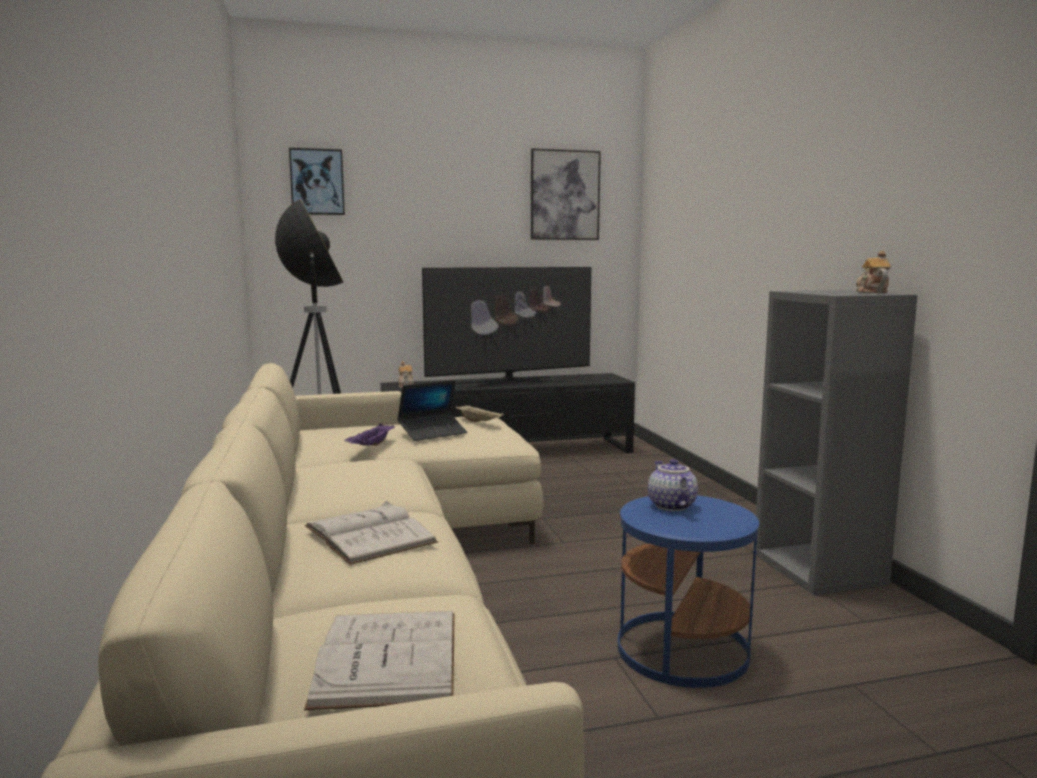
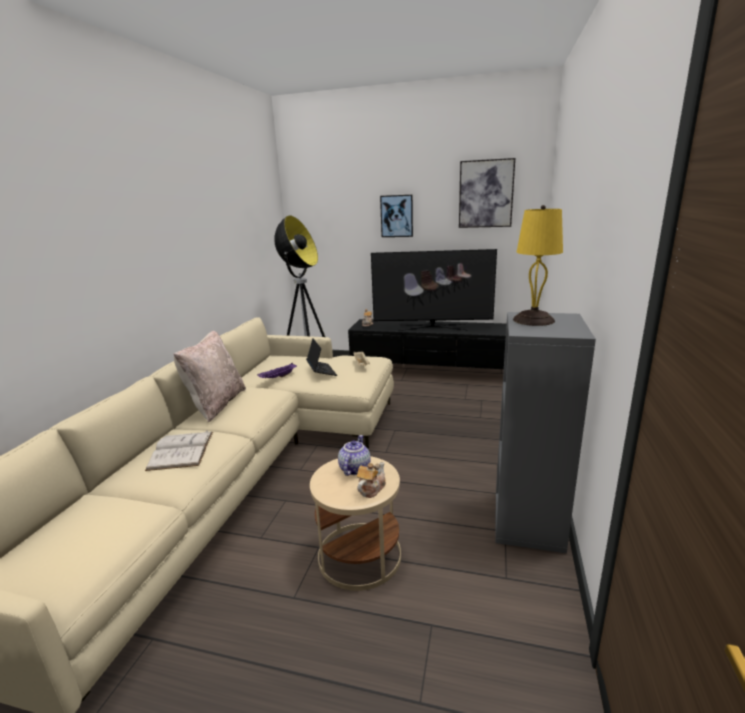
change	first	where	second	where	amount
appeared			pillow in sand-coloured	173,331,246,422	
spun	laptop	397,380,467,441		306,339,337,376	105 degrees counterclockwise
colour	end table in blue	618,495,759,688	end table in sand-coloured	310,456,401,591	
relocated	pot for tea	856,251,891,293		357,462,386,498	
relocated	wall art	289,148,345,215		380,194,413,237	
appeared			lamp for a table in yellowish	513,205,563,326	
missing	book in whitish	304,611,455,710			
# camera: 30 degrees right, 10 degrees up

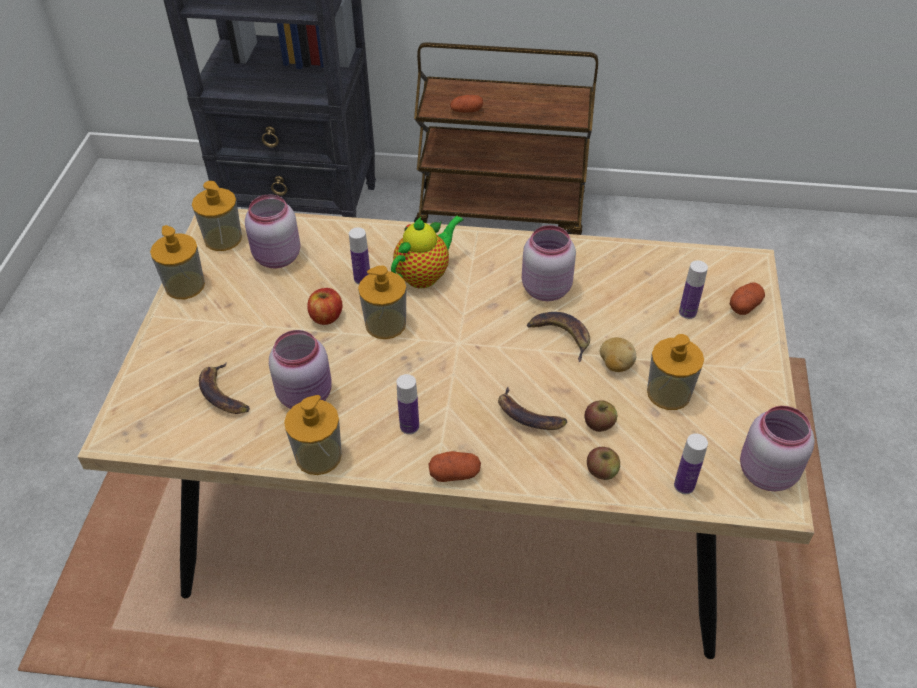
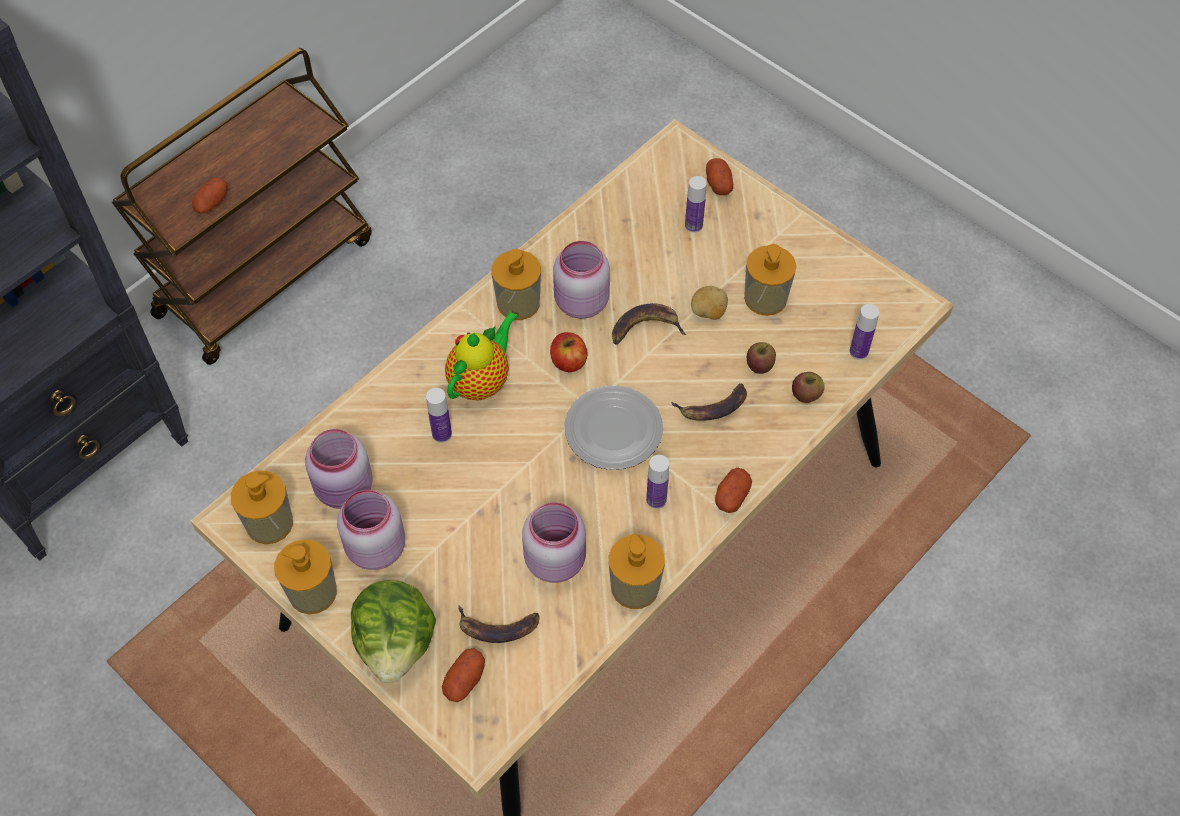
change	first	where	second	where	amount
relocated	jar in pinkish	740,406,815,491		337,490,405,570	
appeared			head of lettuce	351,580,436,683	
appeared			spud	442,648,485,702	
spun	pot for tea	391,215,464,288		445,311,518,400	45 degrees clockwise
relocated	soap dispenser	358,265,406,339		492,249,541,320	
relocated	apple	307,288,343,325		550,332,587,372	
appeared			dinner plate	564,386,663,470	
# camera: 55 degrees left, 10 degrees up

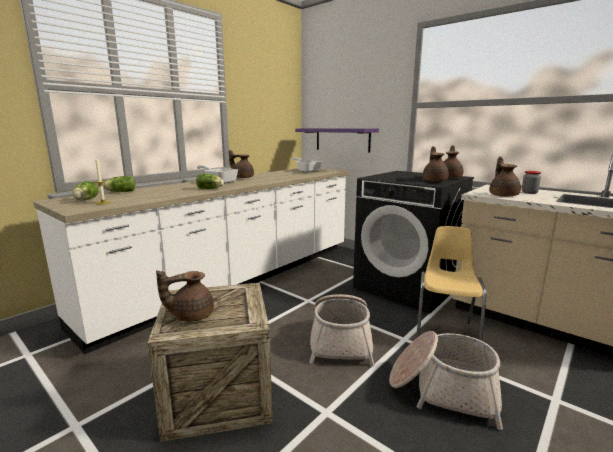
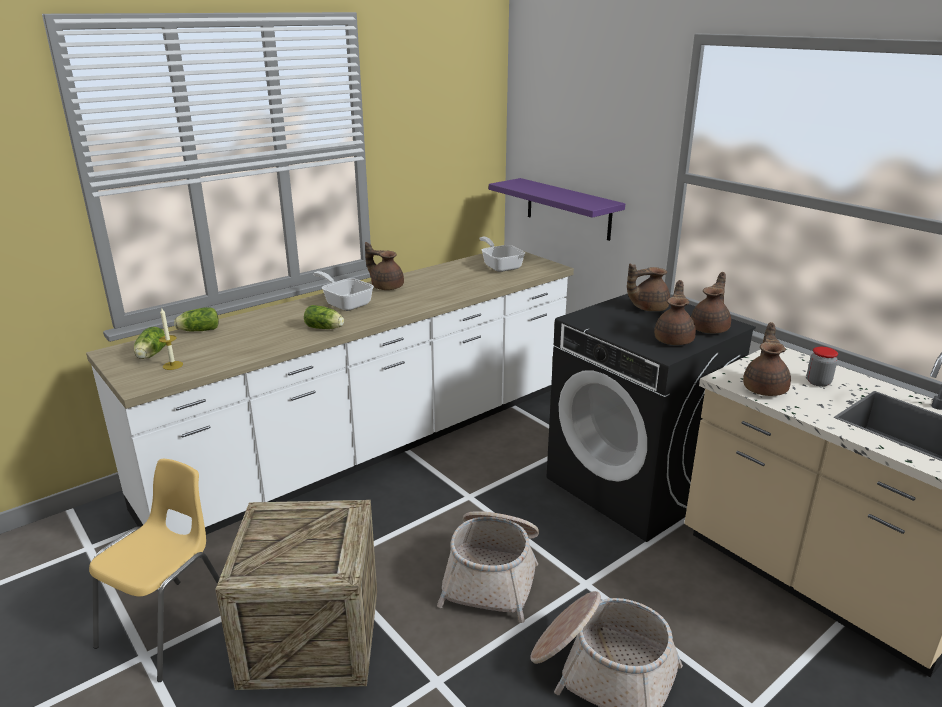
change	first	where	second	where	amount
relocated	upright chair in yellowish	416,226,487,341		89,459,220,682	
relocated	pot for tea in brown	156,270,214,322		627,263,670,311	
# camera: 10 degrees right, 10 degrees up

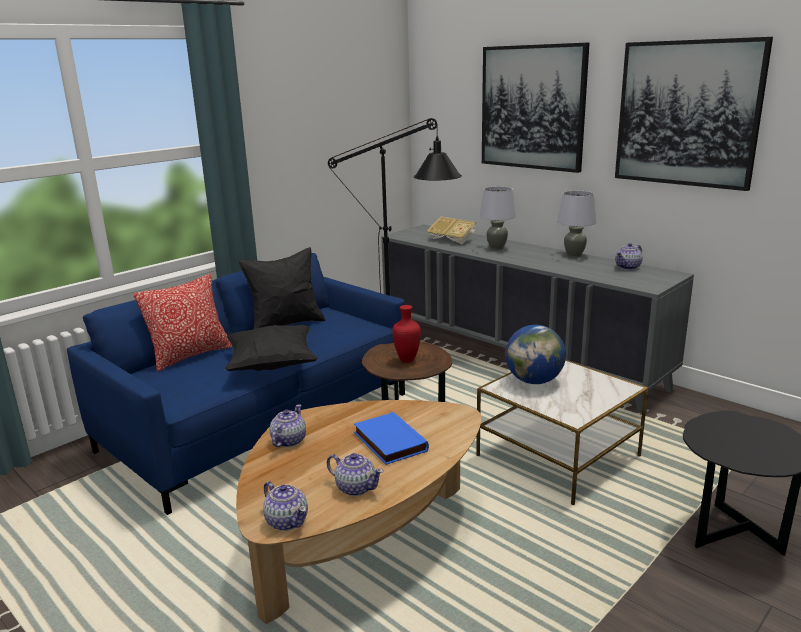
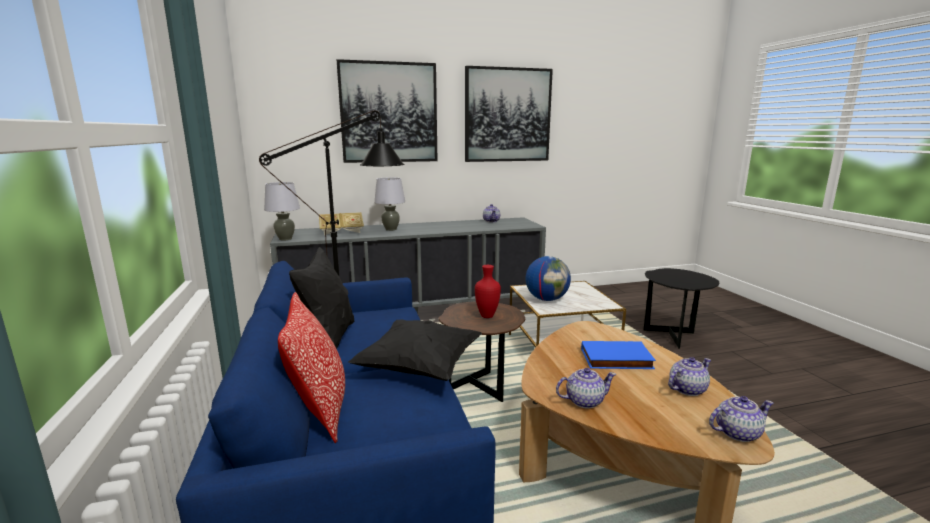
change	first	where	second	where	amount
relocated	lamp for a table in grey	557,191,596,257		264,182,300,240	
spun	pot for tea	270,404,306,447		556,368,616,408	120 degrees clockwise
# camera: 60 degrees left, 5 degrees down

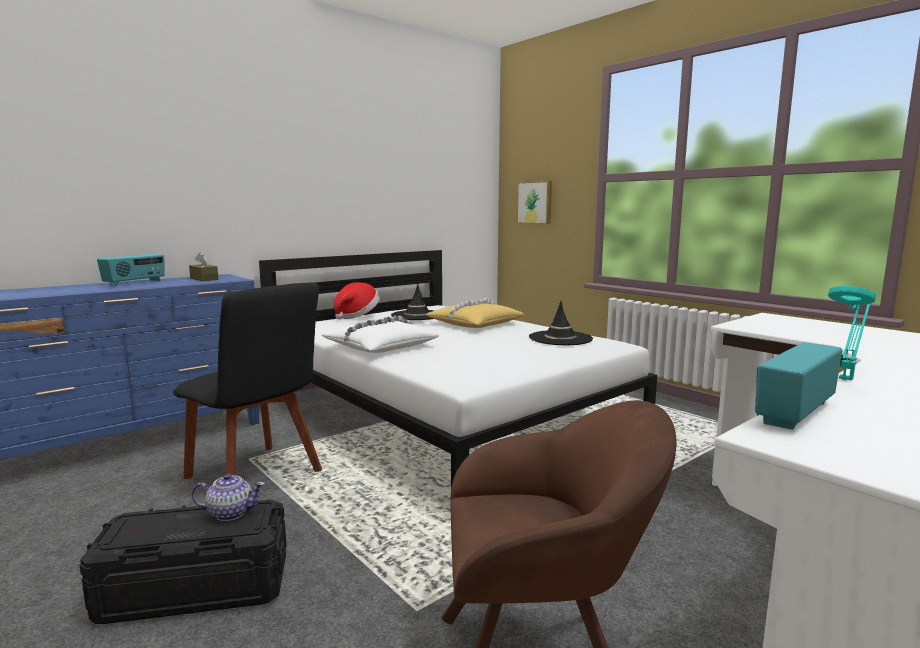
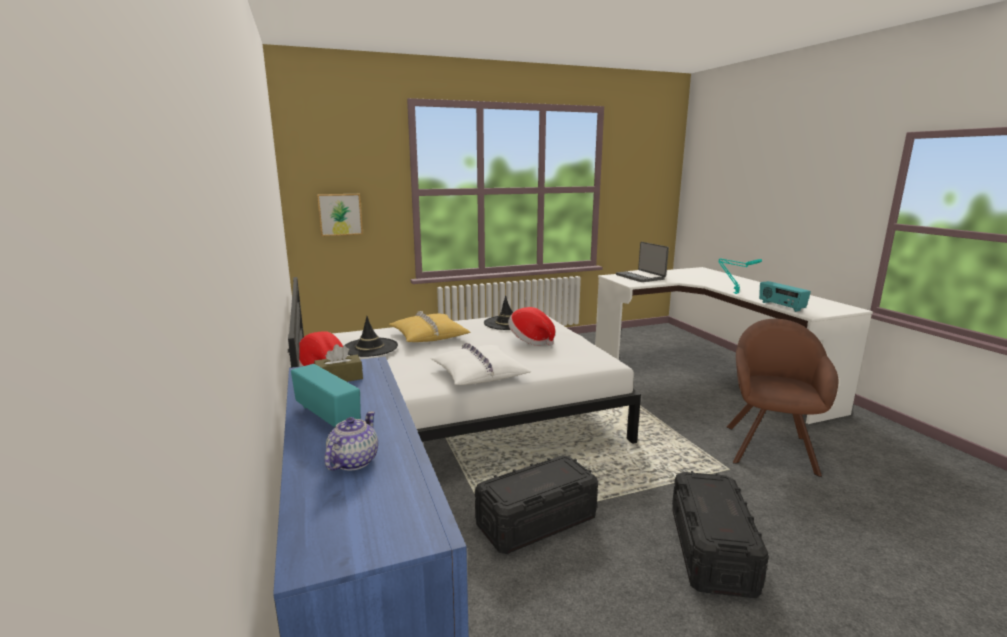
change	first	where	second	where	amount
relocated	pot for tea	192,474,265,521		325,411,378,471	
exchanged	upright chair in blackish	173,282,322,479	storage box in blackish	475,455,598,554	
appeared			wearable hat	508,307,555,346	
appeared			laptop	616,242,669,282	
# camera: 70 degrees left, 5 degrees up

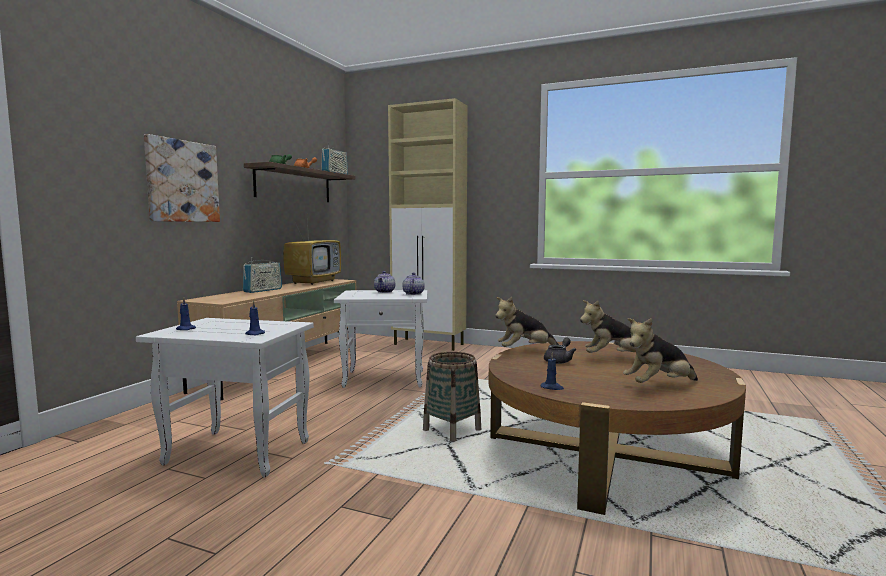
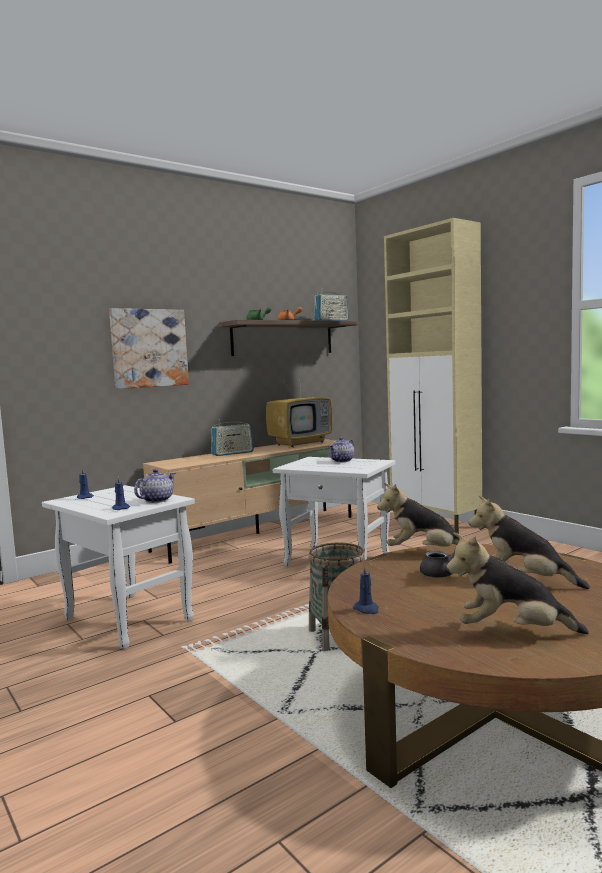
change	first	where	second	where	amount
relocated	pot for tea	402,272,425,295		134,469,176,503	
# camera: 30 degrees right, 0 degrees up

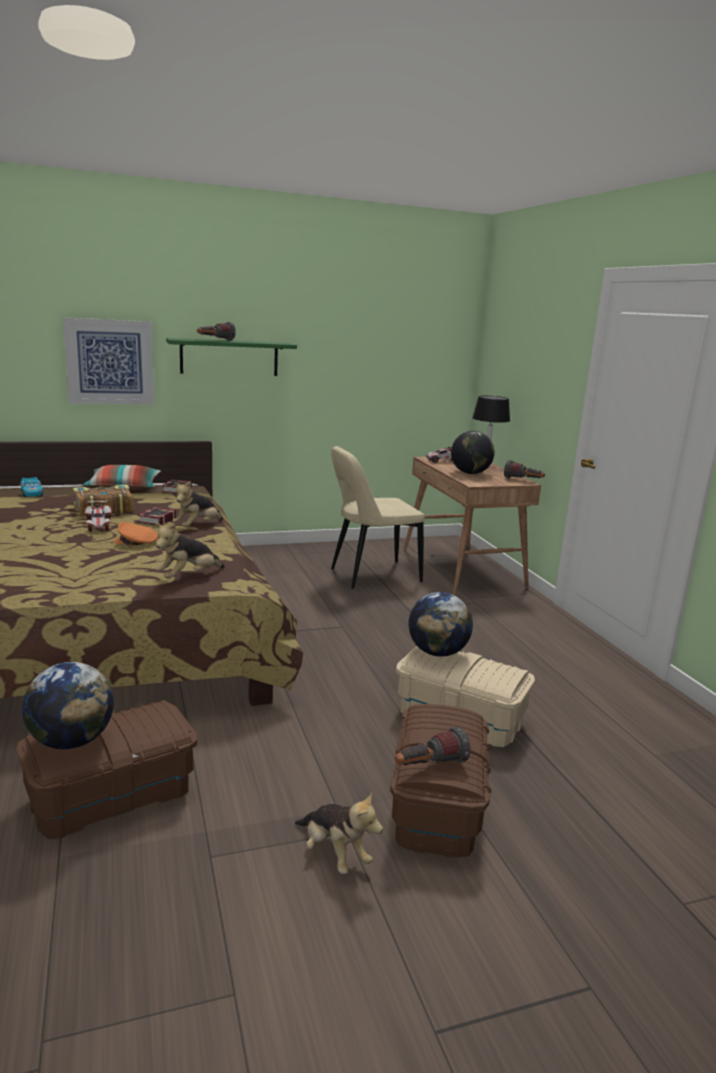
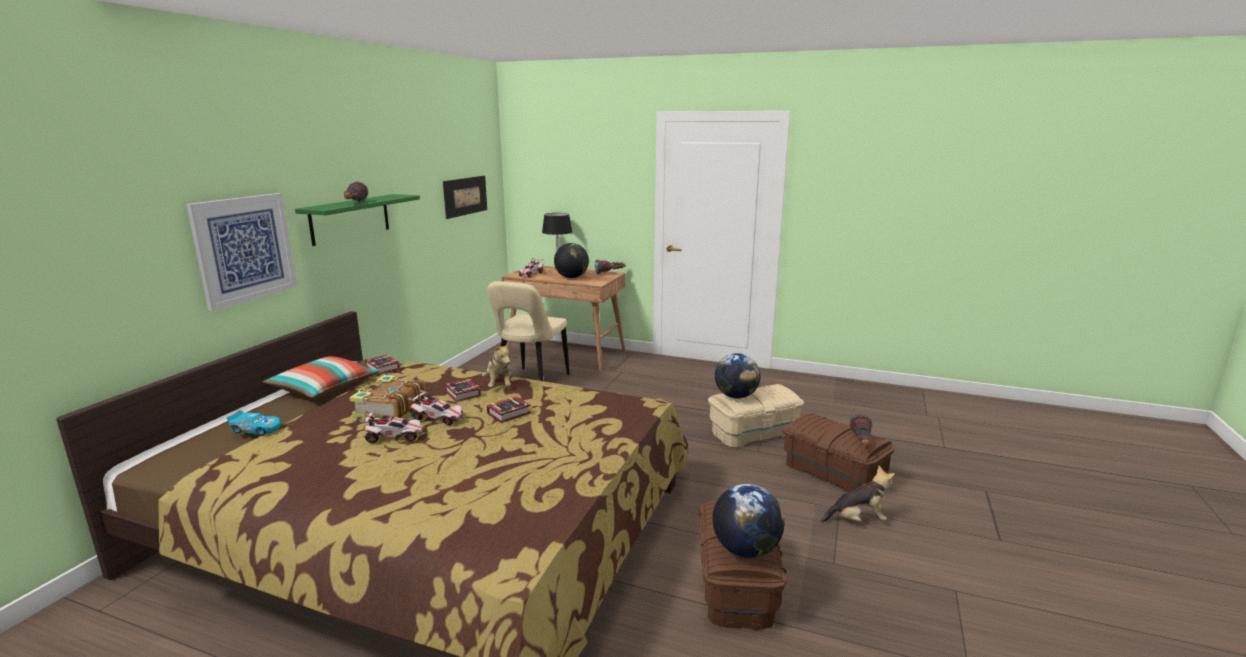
change	first	where	second	where	amount
appeared			model car	359,410,425,443	
appeared			wall art	443,176,487,219	
exchanged	cap in orange-coloured	114,522,158,546	book	487,397,531,423	
missing	plush toy	155,523,225,578			
# camera: 50 degrees left, 0 degrees up

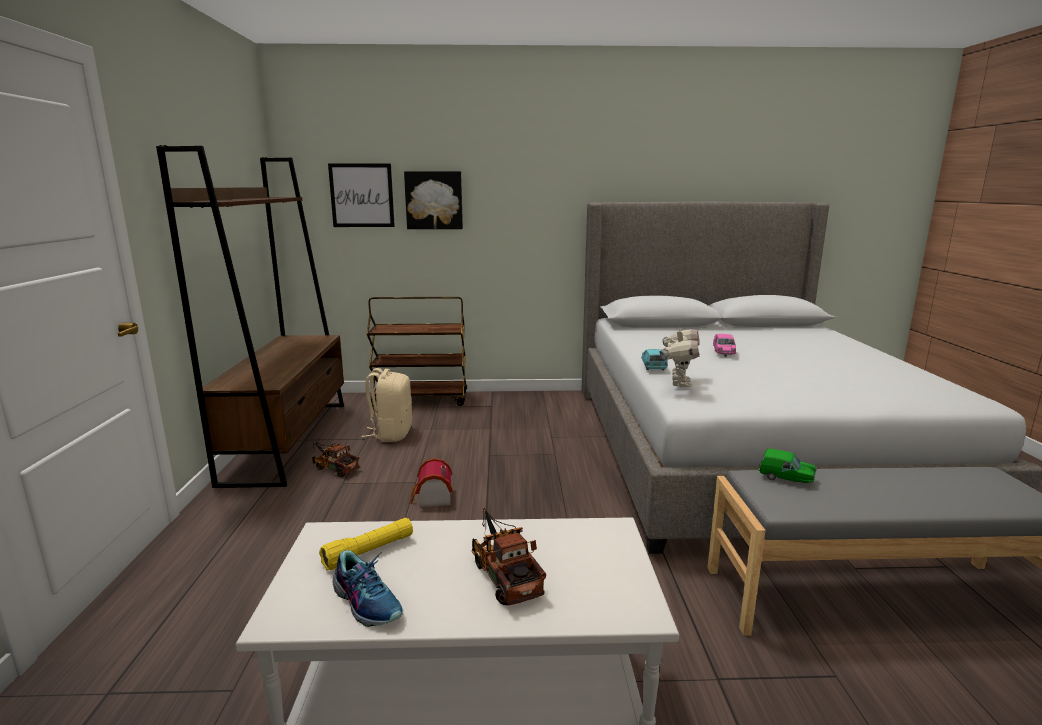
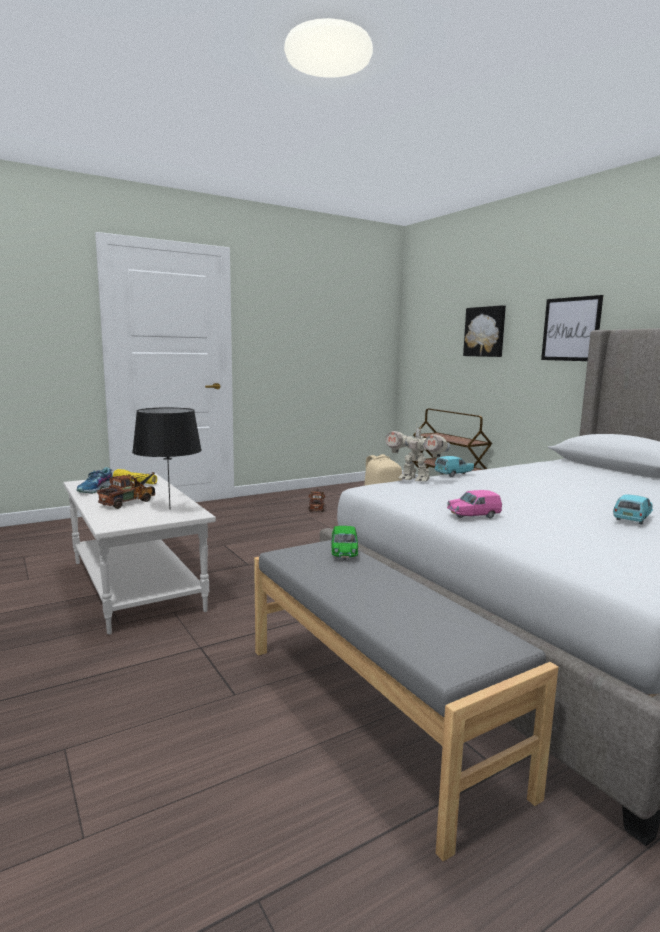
change	first	where	second	where	amount
appeared			lamp for a table in blackish	132,407,202,508	
spun	model robot	660,325,700,387		385,423,450,481	45 degrees clockwise
relocated	model car in pinkish	713,334,736,357		447,490,502,519	
relocated	wall art	328,163,395,227		541,295,603,361	
appeared			model car in turquoise-coloured	613,494,653,524	
missing	bookshelf in brown	156,145,344,488			
missing	toy house	410,458,452,507			
# camera: 60 degrees right, 5 degrees down

